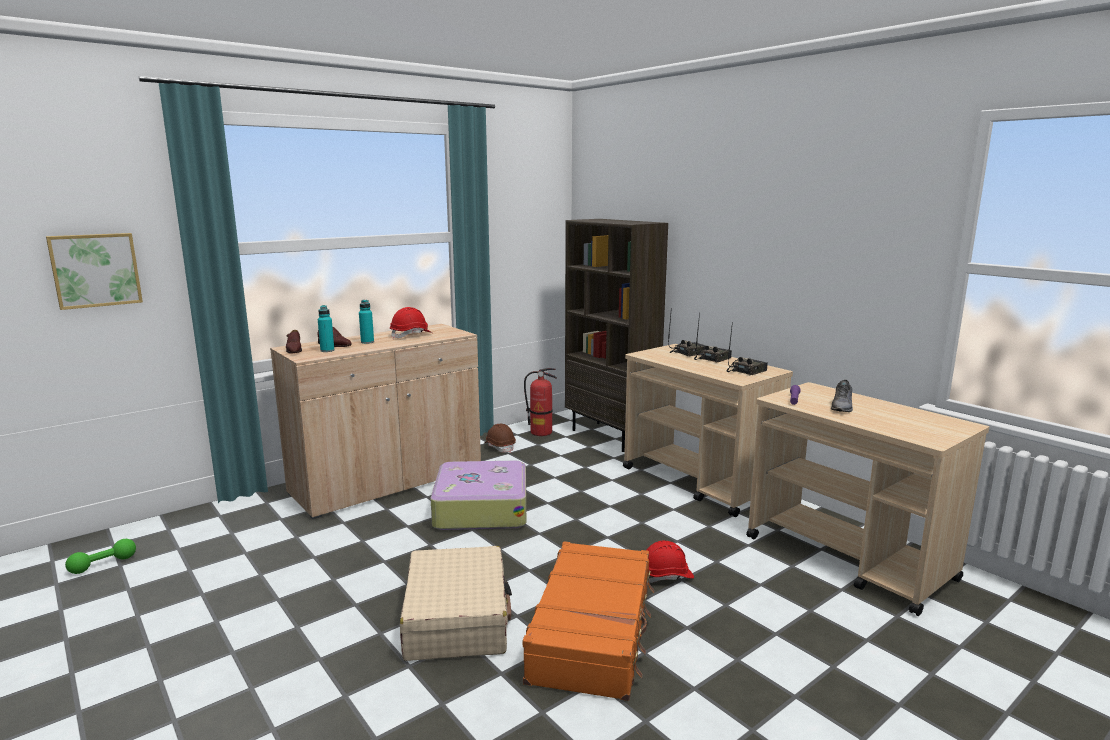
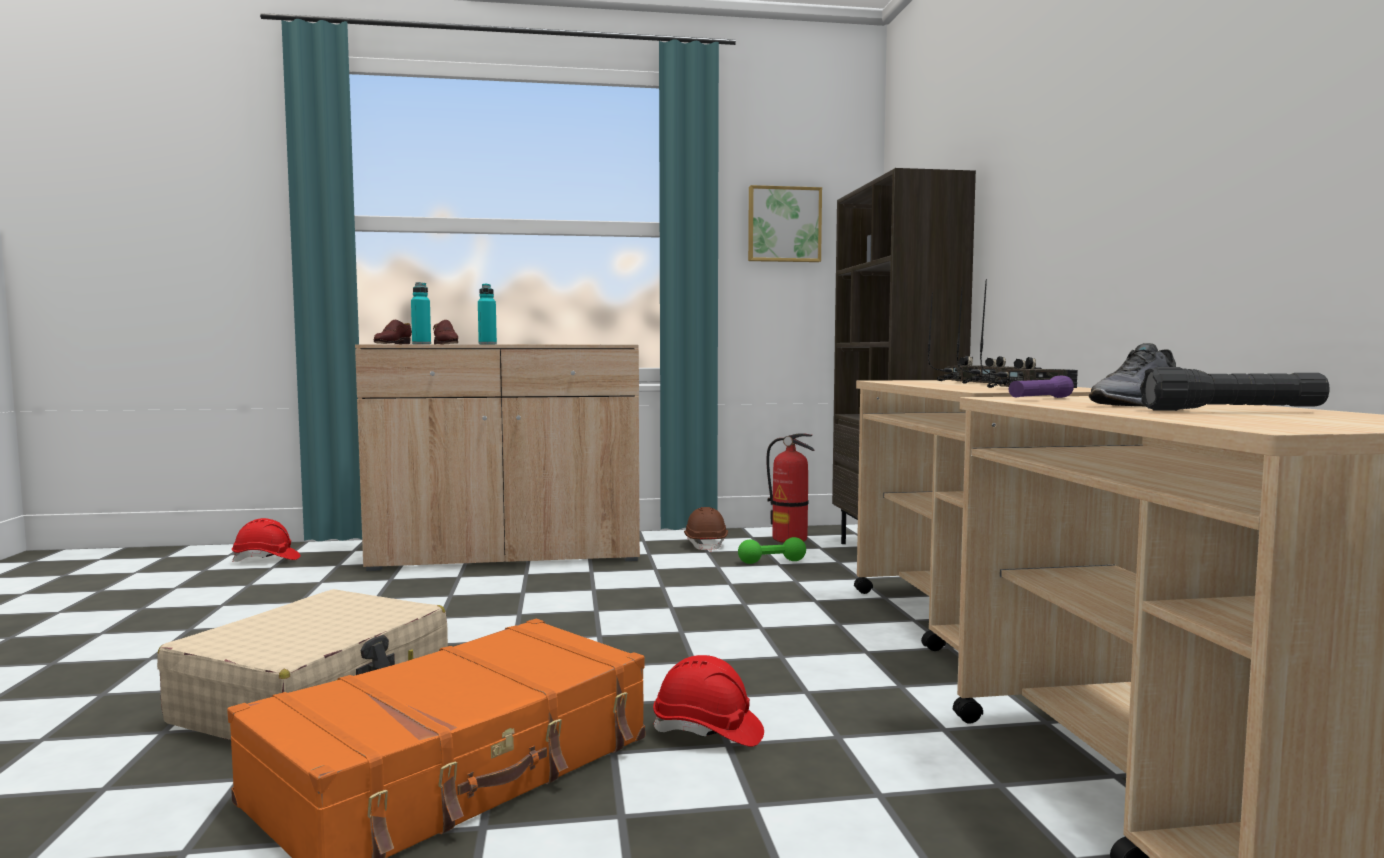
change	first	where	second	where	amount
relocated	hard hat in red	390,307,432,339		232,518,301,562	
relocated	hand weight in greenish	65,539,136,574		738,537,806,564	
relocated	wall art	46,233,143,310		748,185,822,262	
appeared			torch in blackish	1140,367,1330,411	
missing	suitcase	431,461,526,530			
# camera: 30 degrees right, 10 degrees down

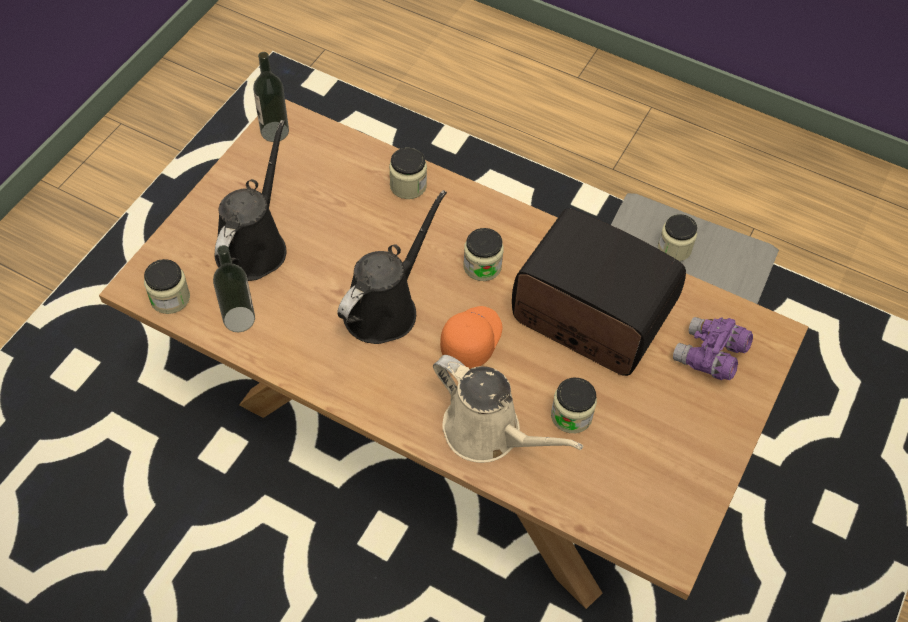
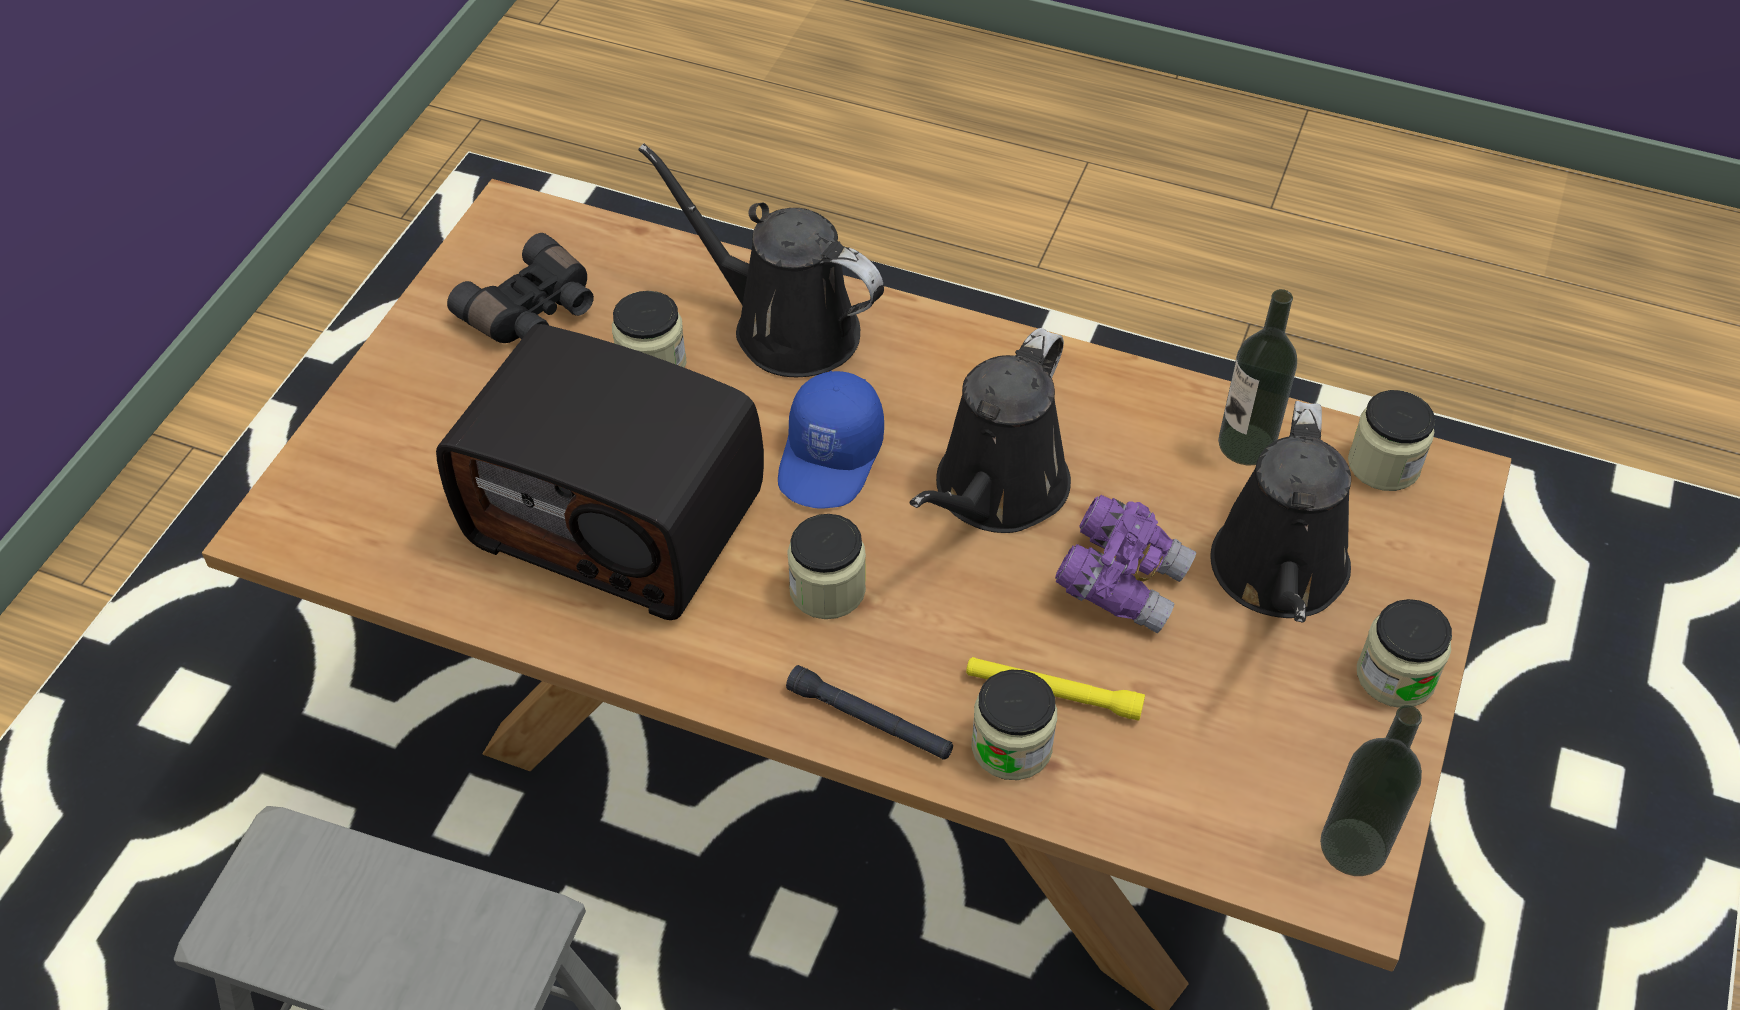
change	first	where	second	where	amount
appeared			pair of binoculars in blackish	447,233,594,343	
colour	watering pot in sand-coloured	433,355,584,463	watering pot in blackish	638,143,884,377	
colour	cap in orange-coloured	440,306,502,369	cap in blue	778,371,884,509	
appeared			torch in blackish	786,665,953,760	
appeared			torch in yellowish	966,657,1145,721	
relocated	pair of binoculars in purple	673,317,753,380		1055,495,1196,633	
relocated	jar	658,214,697,261		1357,599,1452,708	
# camera: 175 degrees right, 5 degrees down

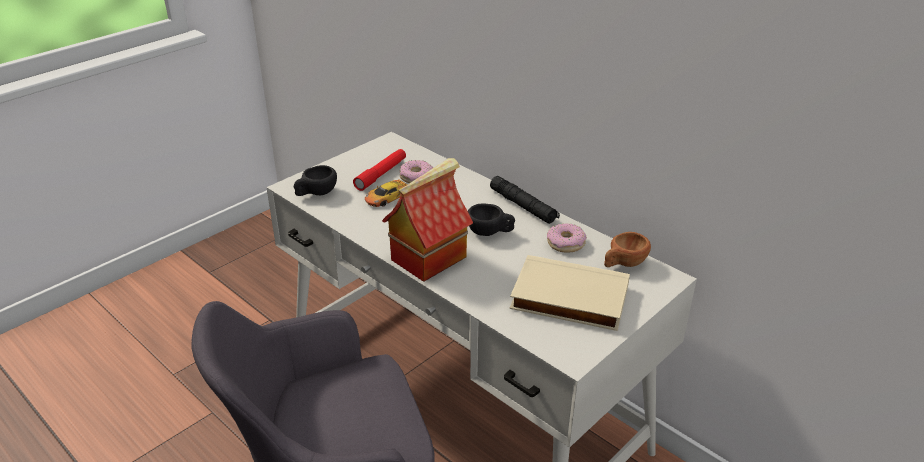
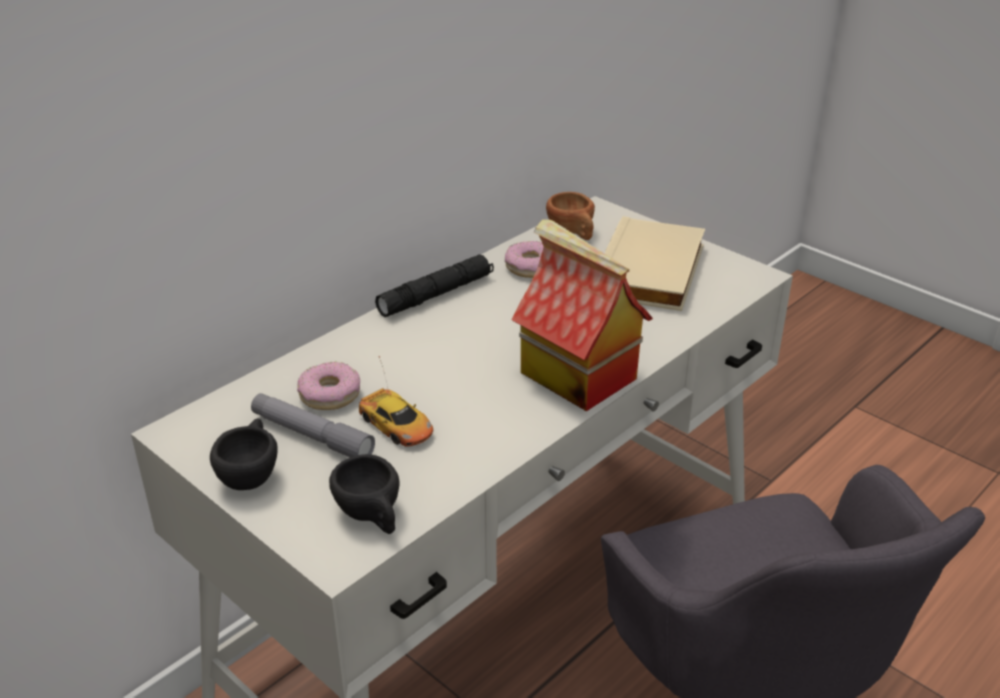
change	first	where	second	where	amount
relocated	small cup in blackish	468,204,515,236		210,418,277,490	
colour	torch in red	353,149,406,191	torch in grey	251,393,375,457	
# camera: 90 degrees left, 0 degrees up

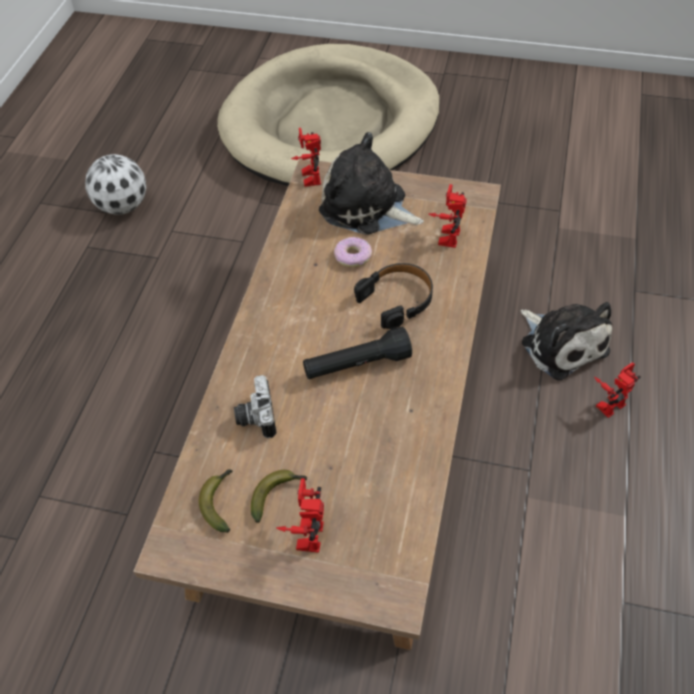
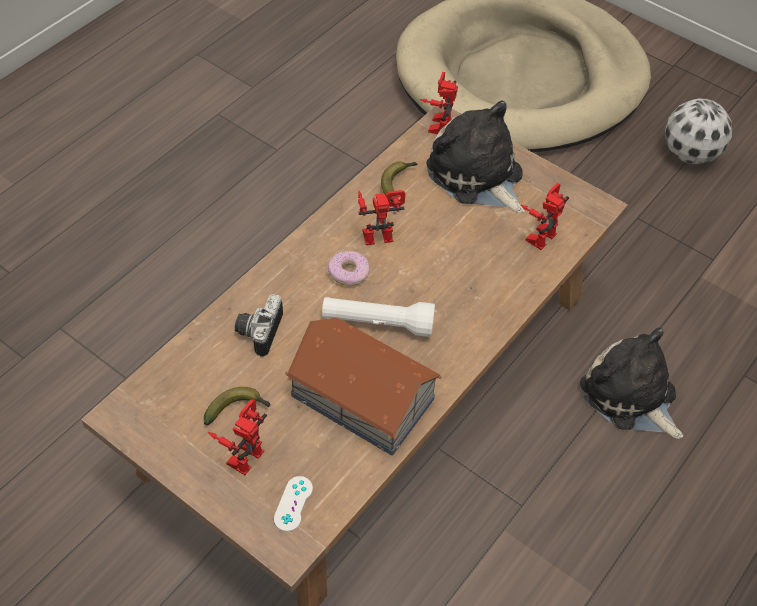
change	first	where	second	where	amount
appeared			game controller in whitish	274,476,313,532	
appeared			toy house	285,317,442,455	
colour	torch in blackish	303,326,412,379	torch in whitish	322,297,435,337	
relocated	donut	334,237,372,267		328,251,370,286	
relocated	model robot	594,363,641,418		358,190,405,245	
relocated	whole banana	199,469,232,533		381,161,417,202	
spun	plush toy	521,302,612,381		580,327,683,439	150 degrees clockwise
relocated	football	85,154,146,215		665,98,732,164	
missing	headphones in blackish	354,263,433,329			
# camera: 20 degrees right, 0 degrees up

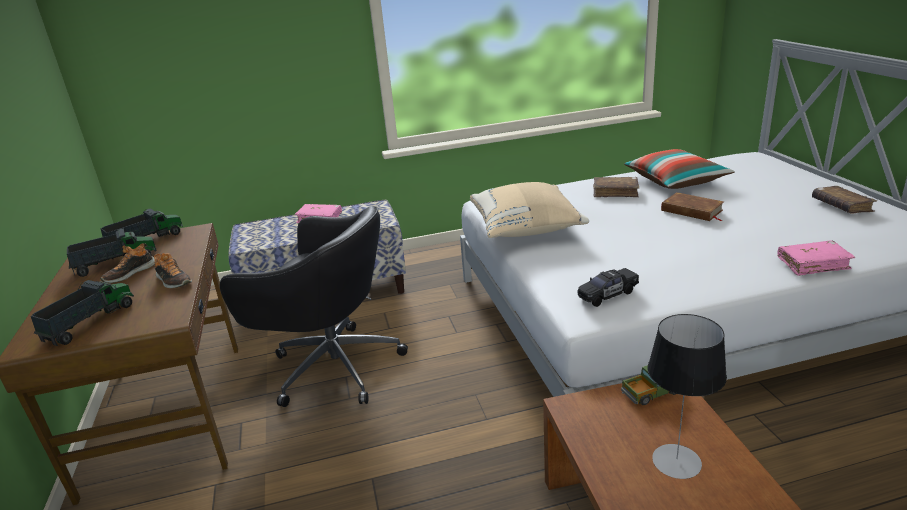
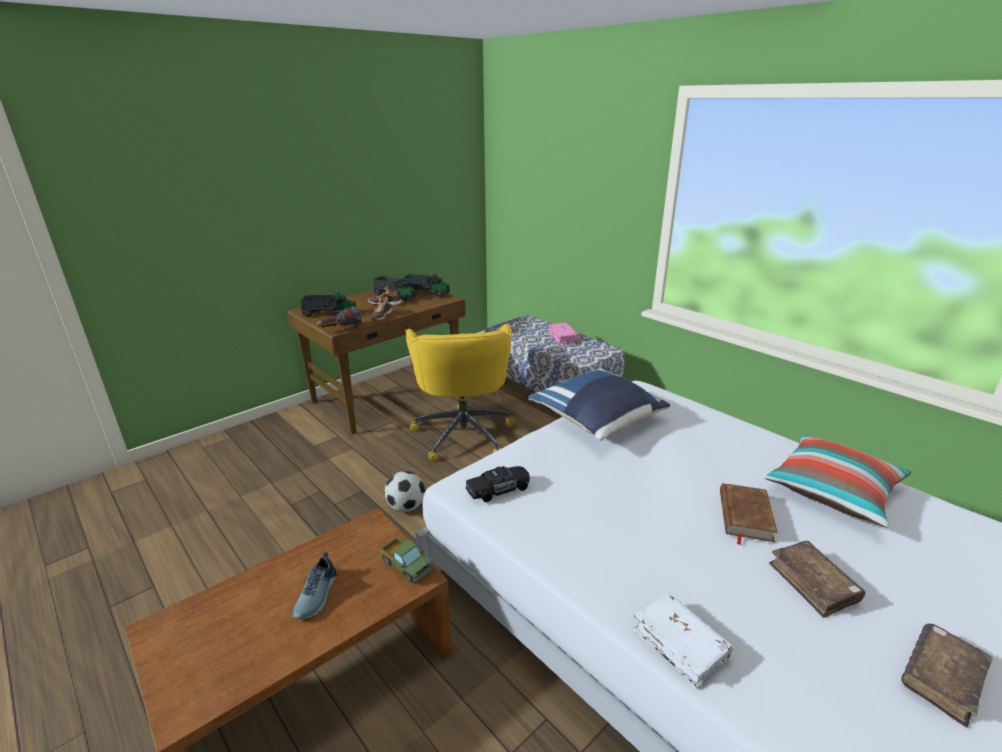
change	first	where	second	where	amount
exchanged	lamp for a table	647,314,727,479	shoe	292,552,337,619	
appeared			torch	317,306,361,327	
appeared			football	385,471,425,512	
colour	computer chair in blackish	220,206,408,407	computer chair in yellowish	405,324,515,462	
spun	model car in blackish	577,268,639,307		466,466,530,502	120 degrees clockwise
colour	pillow in sand-coloured	470,182,589,238	pillow in blue	528,369,670,441	
colour	book in pinkish	777,240,855,276	book in whitish	632,592,733,689	
relocated	book in brown	593,177,639,197		769,541,865,618	
# camera: 60 degrees right, 0 degrees up

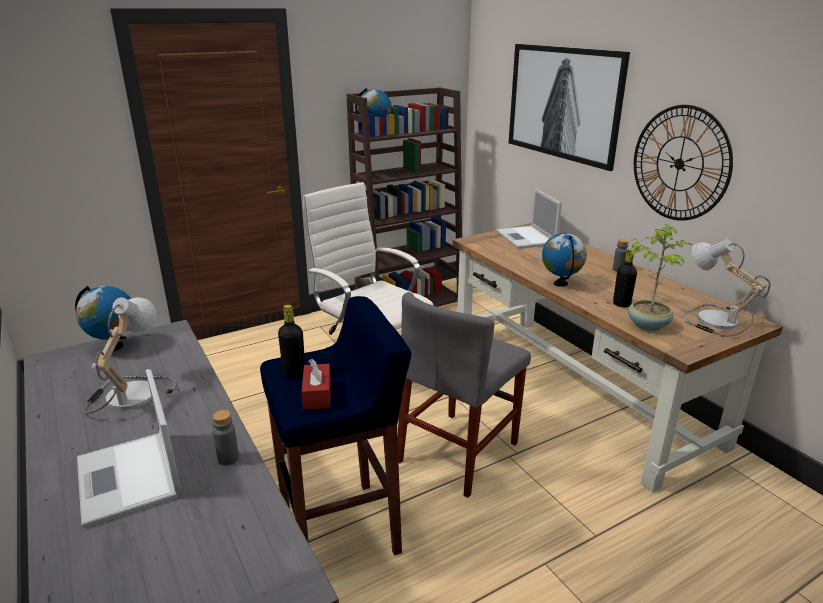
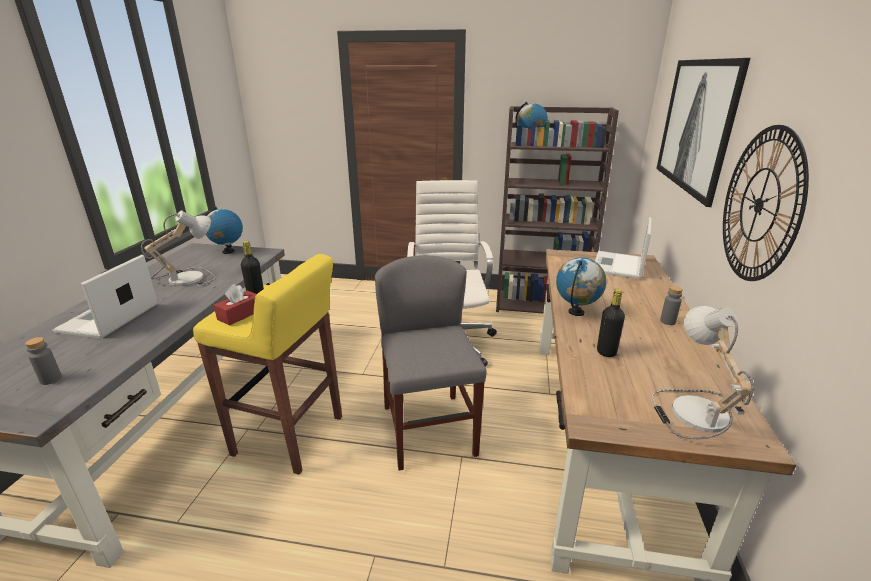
change	first	where	second	where	amount
relocated	drink bottle in grey	212,410,239,465		25,337,62,385	
colour	stool in blue	260,296,412,555	stool in yellowish	193,254,342,475	
spun	upright chair in grey	398,292,531,498		375,256,487,471	90 degrees clockwise
missing	potted plant	628,224,692,331			
# camera: 40 degrees right, 0 degrees up

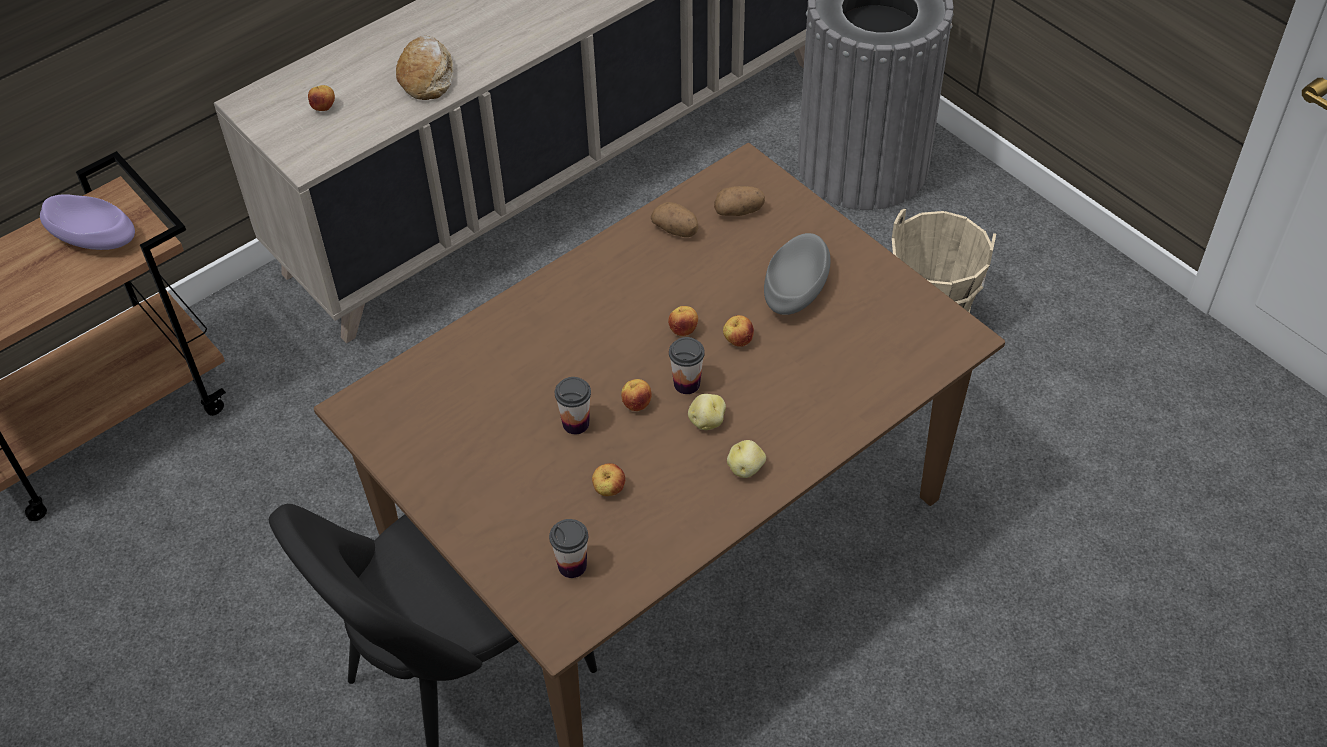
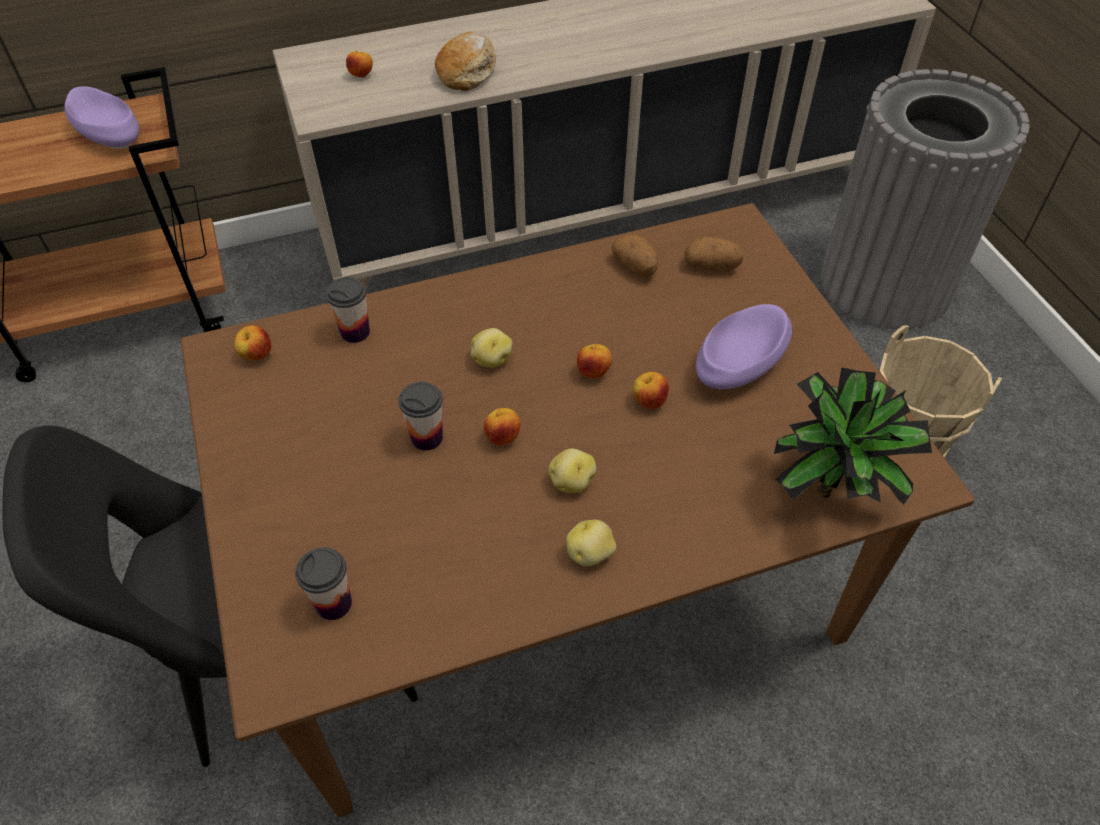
change	first	where	second	where	amount
relocated	apple	592,463,625,496		234,325,271,361	
relocated	small cup	669,337,705,394		326,277,370,343	
appeared			spud	471,328,513,368	
colour	serving bowl in grey	764,233,830,315	serving bowl in purple	696,304,792,389	
appeared			potted plant	774,367,932,505	
# camera: 20 degrees right, 0 degrees up

